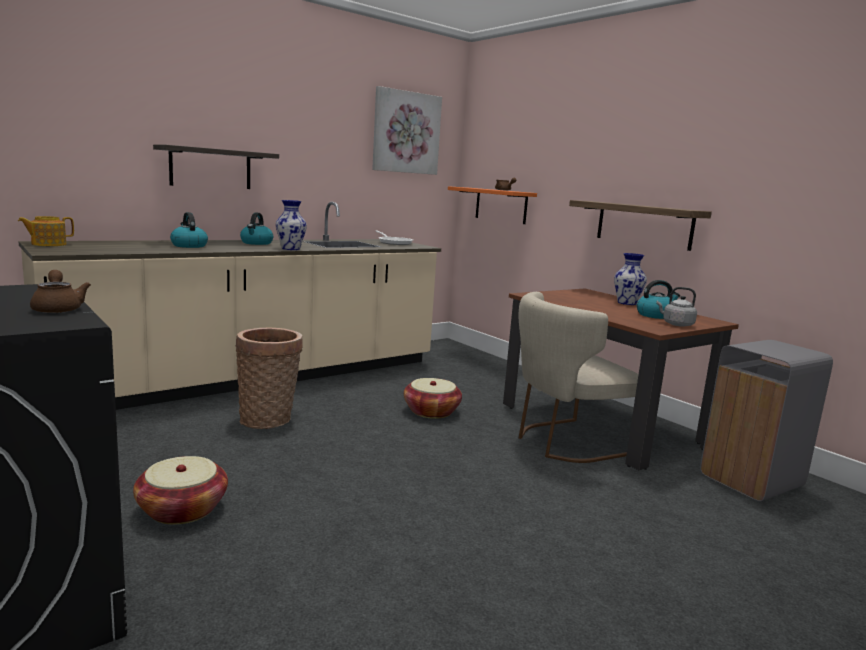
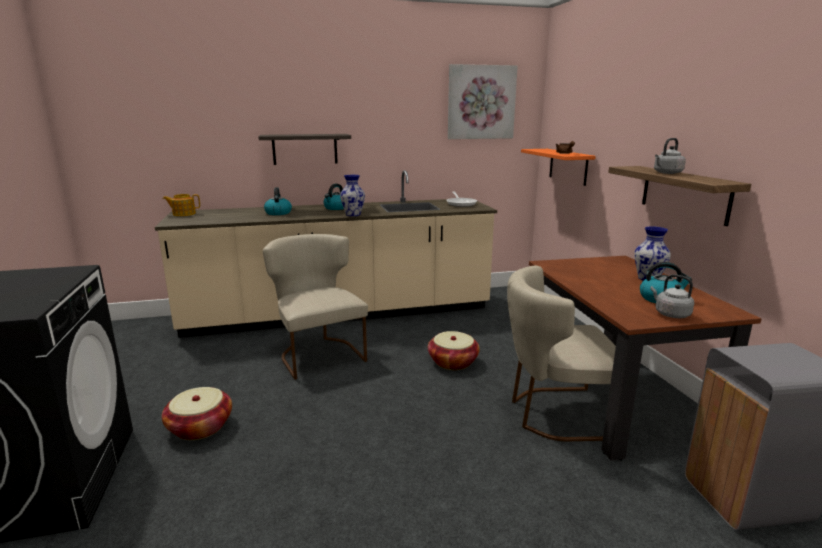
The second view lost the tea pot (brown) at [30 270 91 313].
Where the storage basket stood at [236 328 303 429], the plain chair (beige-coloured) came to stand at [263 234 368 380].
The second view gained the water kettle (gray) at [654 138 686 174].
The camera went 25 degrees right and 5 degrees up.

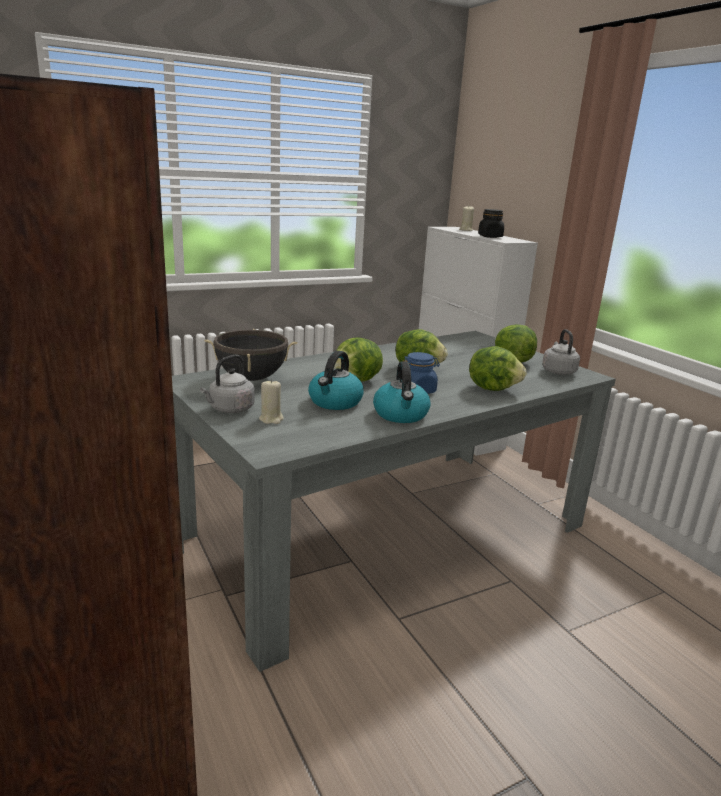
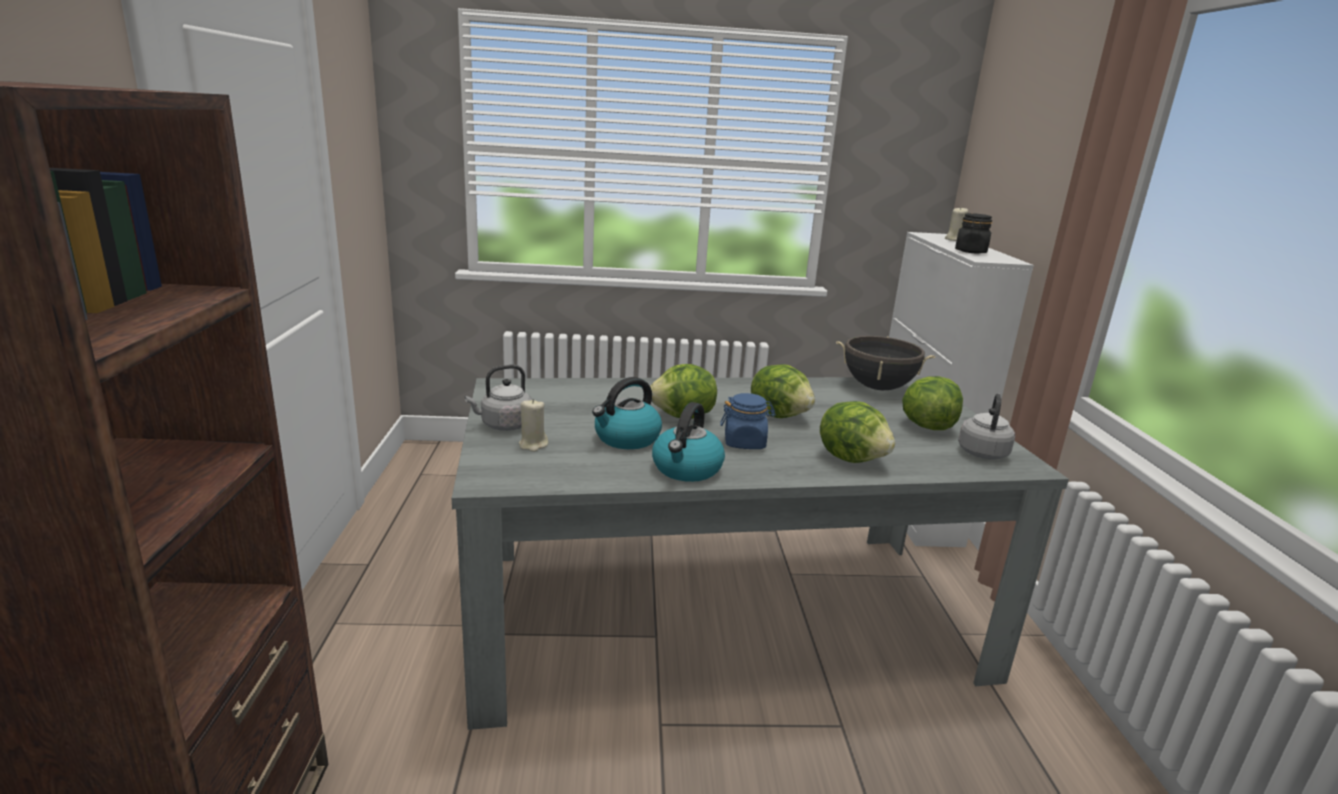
The stockpot (black-coloured) ended up elsewhere, having gone from [204 329 297 381] to [836 336 935 390].
The camera went 25 degrees right and 0 degrees up.

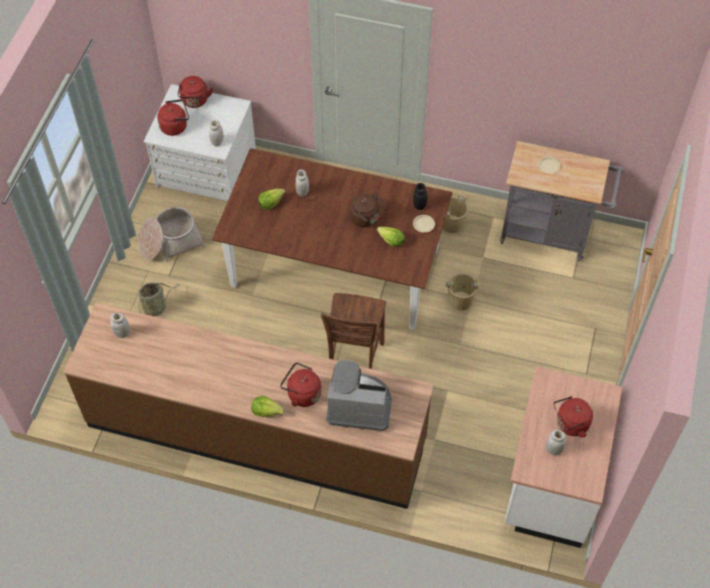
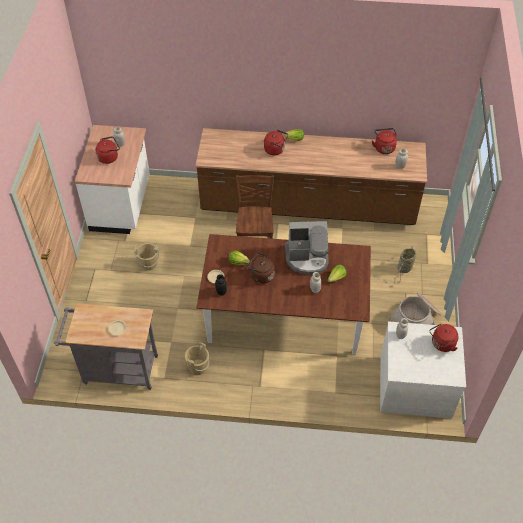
The water kettle (red) ended up elsewhere, having gone from [178 76 213 108] to [372 128 397 154].
The water bucket (beige-coloured) ended up elsewhere, having gone from [446 273 480 311] to [134 243 159 271].
The coffee machine ended up elsewhere, having gone from [326 360 392 431] to [285 221 329 275].
The camera went 170 degrees right and 5 degrees down.

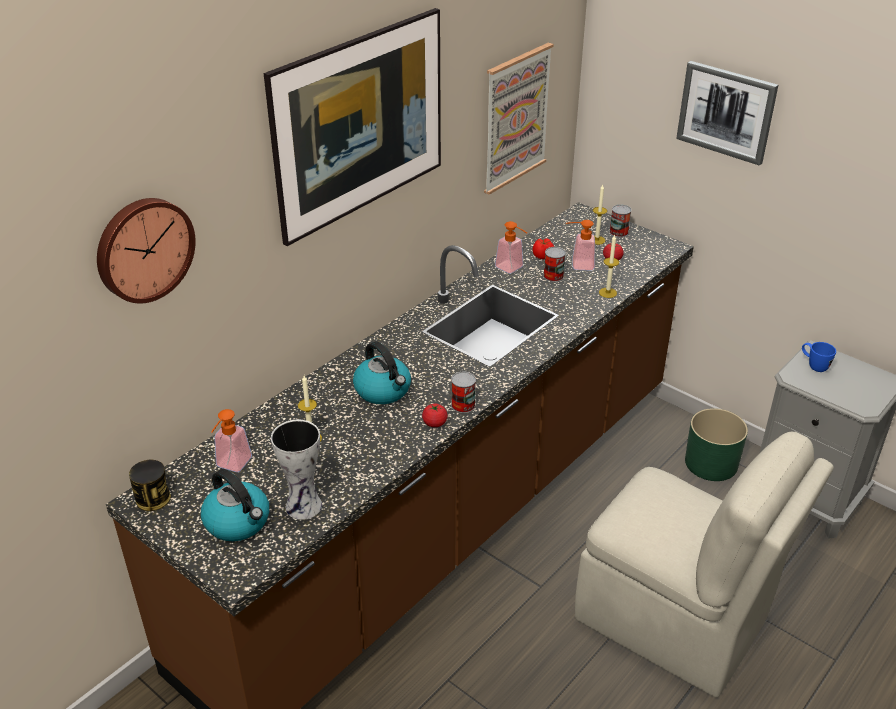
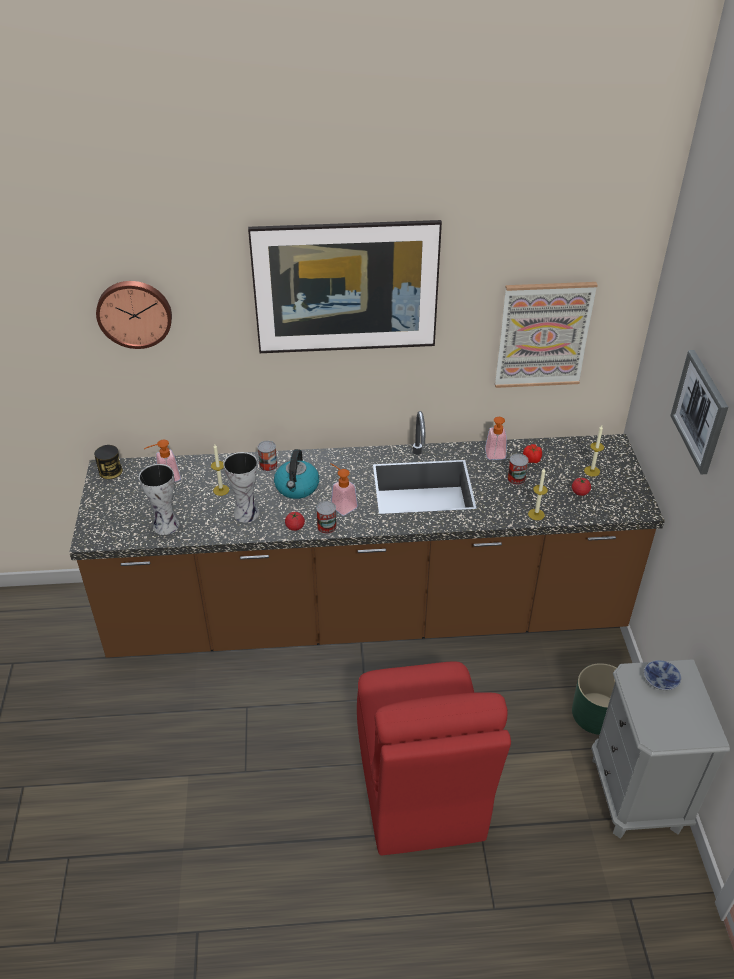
The sealed can ended up elsewhere, having gone from [610 204 632 237] to [258 441 278 472].
The soap dispenser ended up elsewhere, having gone from [566 220 595 271] to [330 463 358 516].
Where the mug (bluish) stood at [802 342 836 372], the bowl came to stand at [644 660 681 690].
What was the plain chair (beige-coloured) at [575 432 834 698] turned into the plain chair (red) at [357 661 511 855].
The second view lost the water kettle at [201 469 269 541].
The second view gained the flower vase at [223 452 259 523].
The camera went 45 degrees right and 5 degrees up.

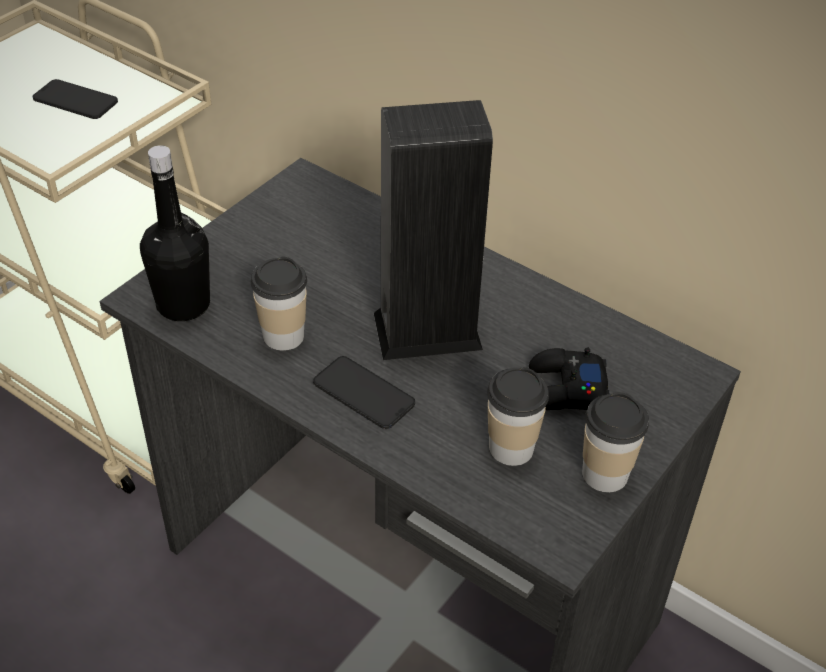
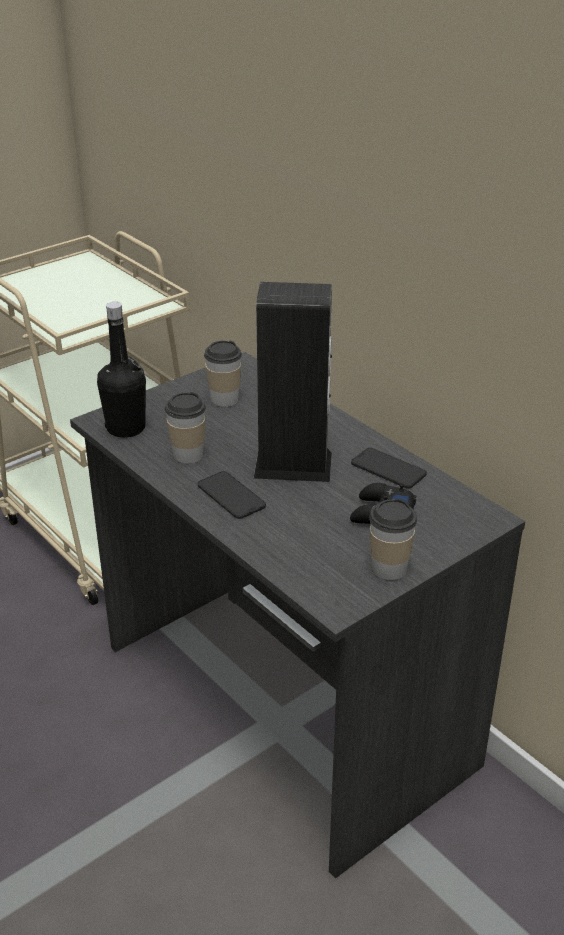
The handset ended up elsewhere, having gone from [33 79 118 119] to [351 448 427 488].
The drinking cup ended up elsewhere, having gone from [487 367 549 466] to [204 341 242 407].
The camera went 15 degrees right and 10 degrees down.

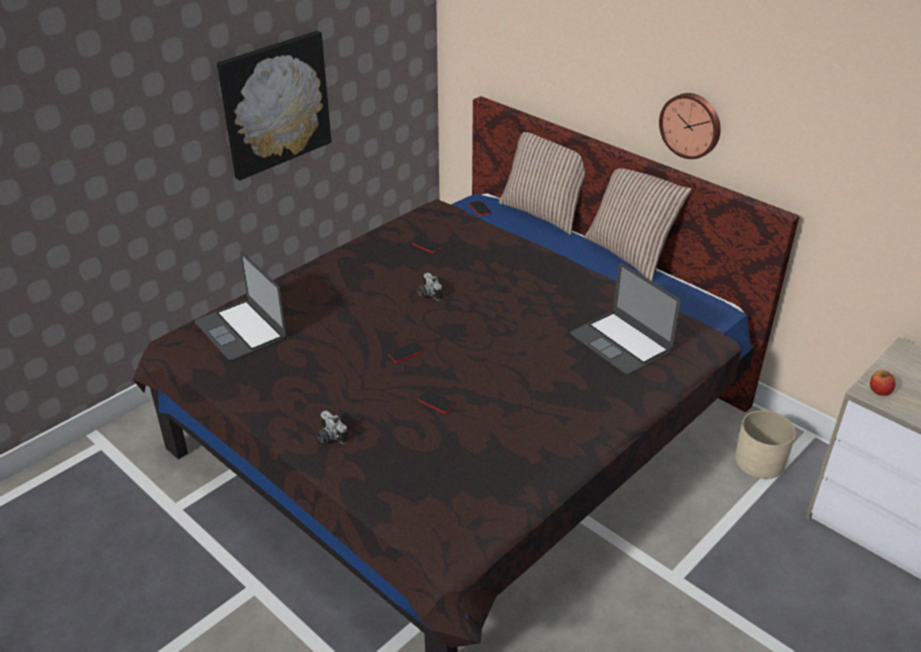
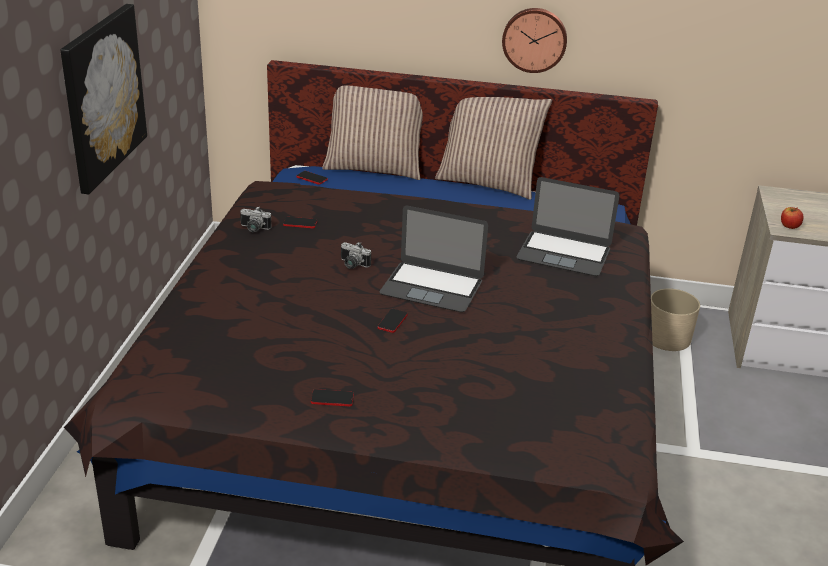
The portable computer ended up elsewhere, having gone from [194 251 286 360] to [380 206 488 312].
The handset ended up elsewhere, having gone from [418 390 456 414] to [311 389 354 406].
The still camera ended up elsewhere, having gone from [317 411 348 444] to [240 206 271 232].
The camera went 35 degrees left and 5 degrees down.

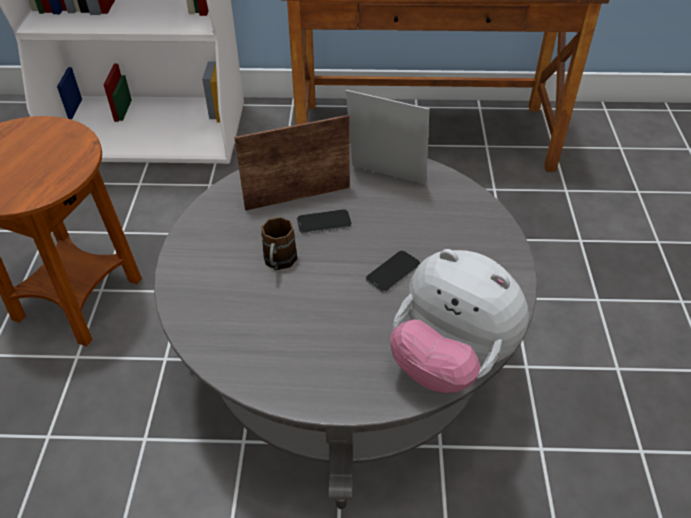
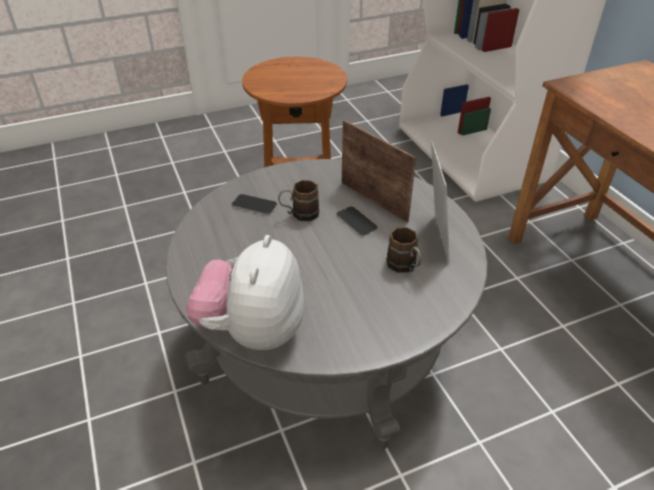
The handset ended up elsewhere, having gone from [366 251 420 293] to [232 194 277 215].
The second view gained the mug (brown) at [387 227 421 273].
The camera went 65 degrees right and 5 degrees down.

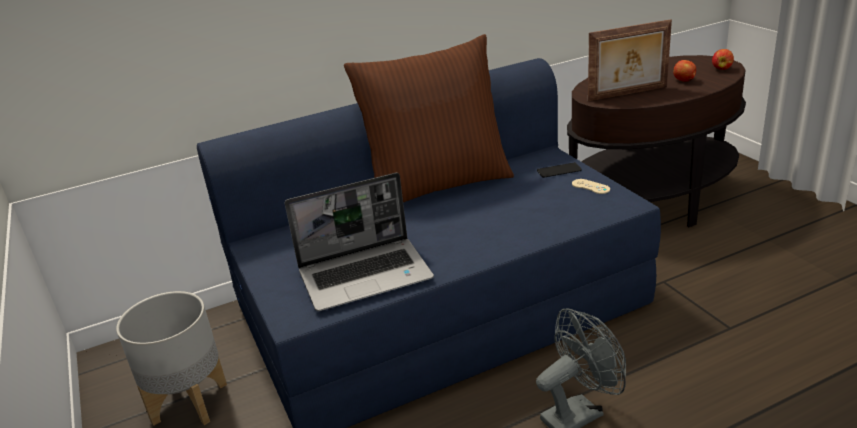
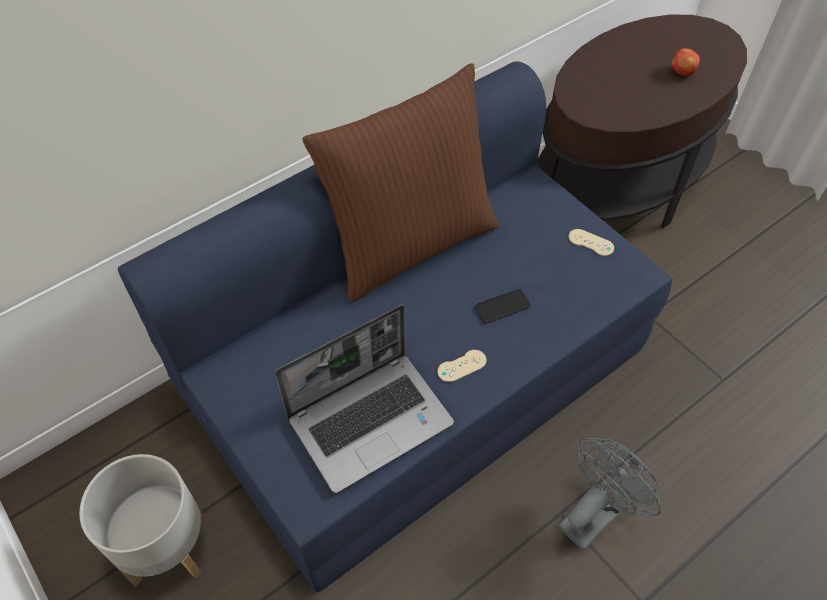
The second view lost the picture frame at [588 19 672 101].
The second view lost the apple fruit at [712 49 734 70].
The handset ended up elsewhere, having gone from [537 162 582 178] to [474 289 531 324].
The second view gained the game controller (beige-coloured) at [437 350 486 382].
The camera went 15 degrees left and 25 degrees up.

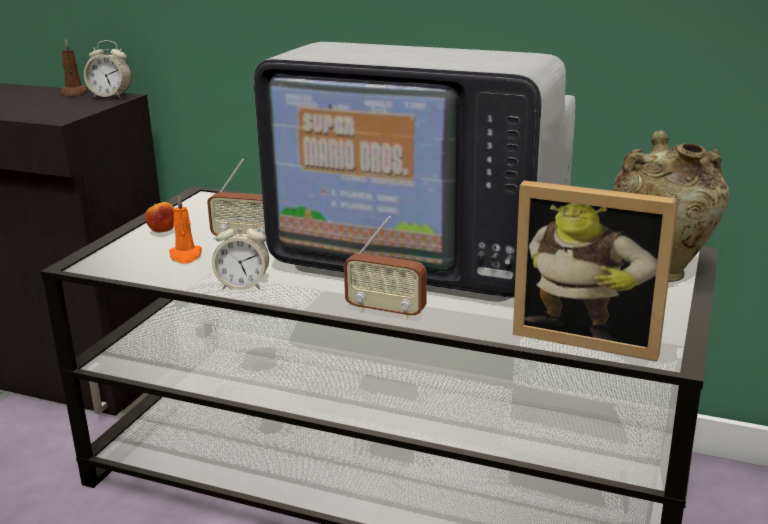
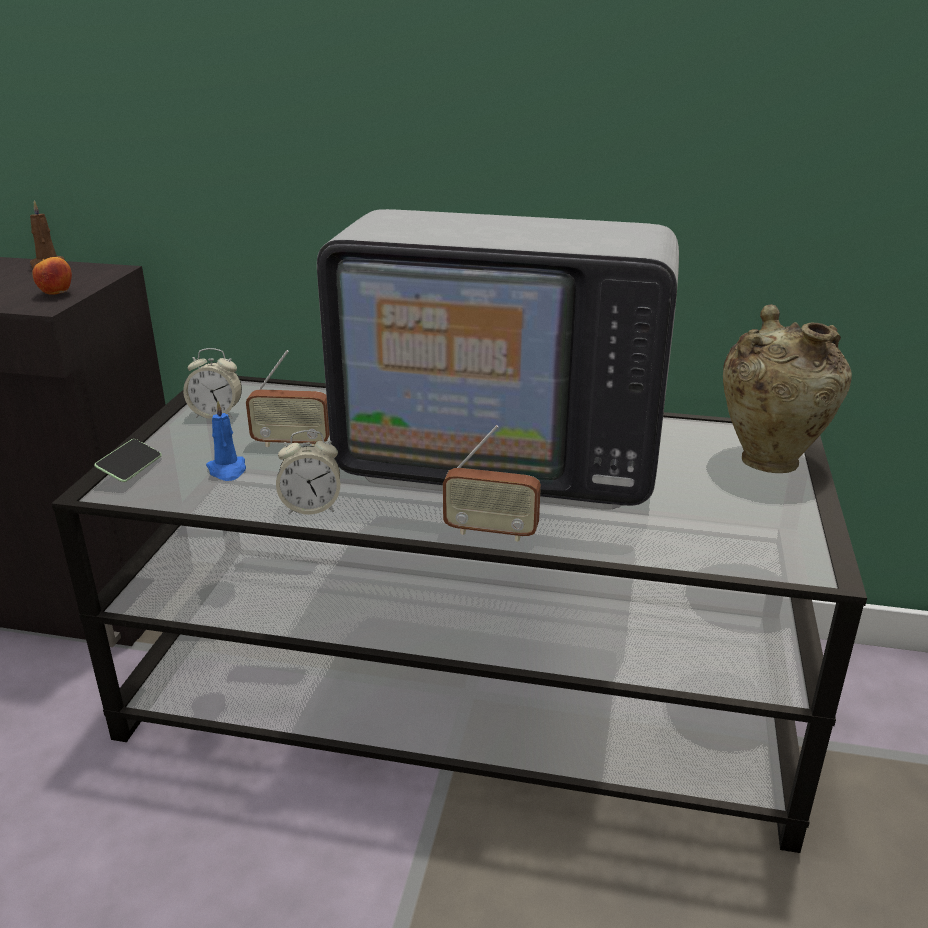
The bedside clock ended up elsewhere, having gone from [84 40 132 99] to [183 348 242 419].
The second view lost the picture frame at [513 180 678 361].
What was the wax light (orangey) at [169 196 202 263] turned into the wax light (bluish) at [206 401 246 481].
The apple fruit ended up elsewhere, having gone from [145 202 175 233] to [32 257 72 295].
The second view gained the handset at [94 439 162 482].
The camera went 10 degrees left and 5 degrees up.

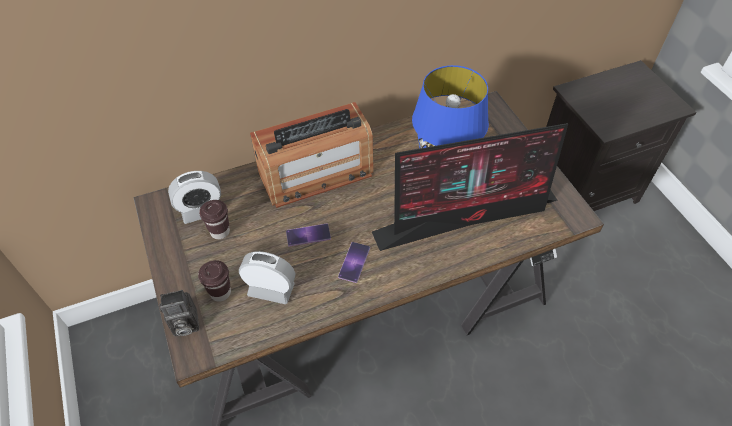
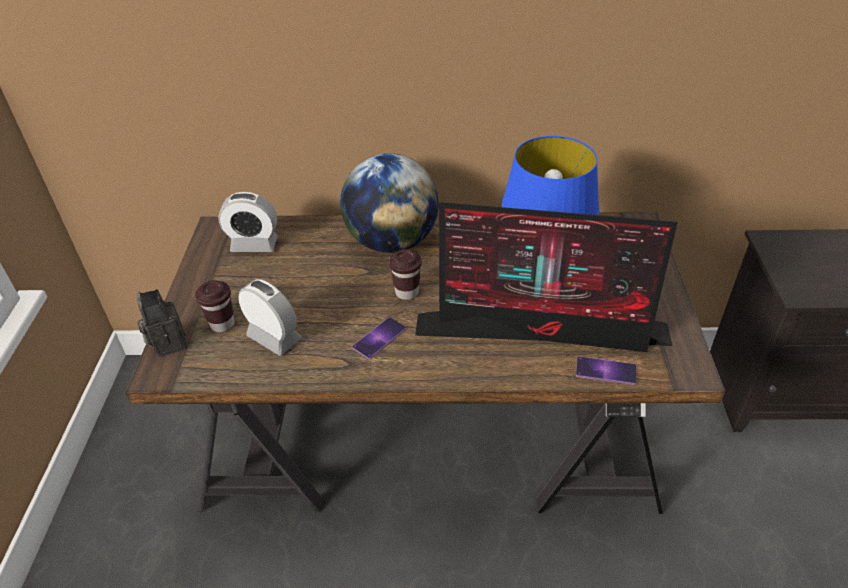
Where the radio receiver stood at [250 102 373 208], the world globe came to stand at [340 153 439 253].
The drinking cup (brown) ended up elsewhere, having gone from [199 200 230 239] to [389 249 422 300].
The handset ended up elsewhere, having gone from [286 224 331 246] to [576 356 636 385].
The still camera at [159 290 199 336] ended up facing another way, 60 degrees clockwise from before.
The camera went 25 degrees right and 10 degrees down.

